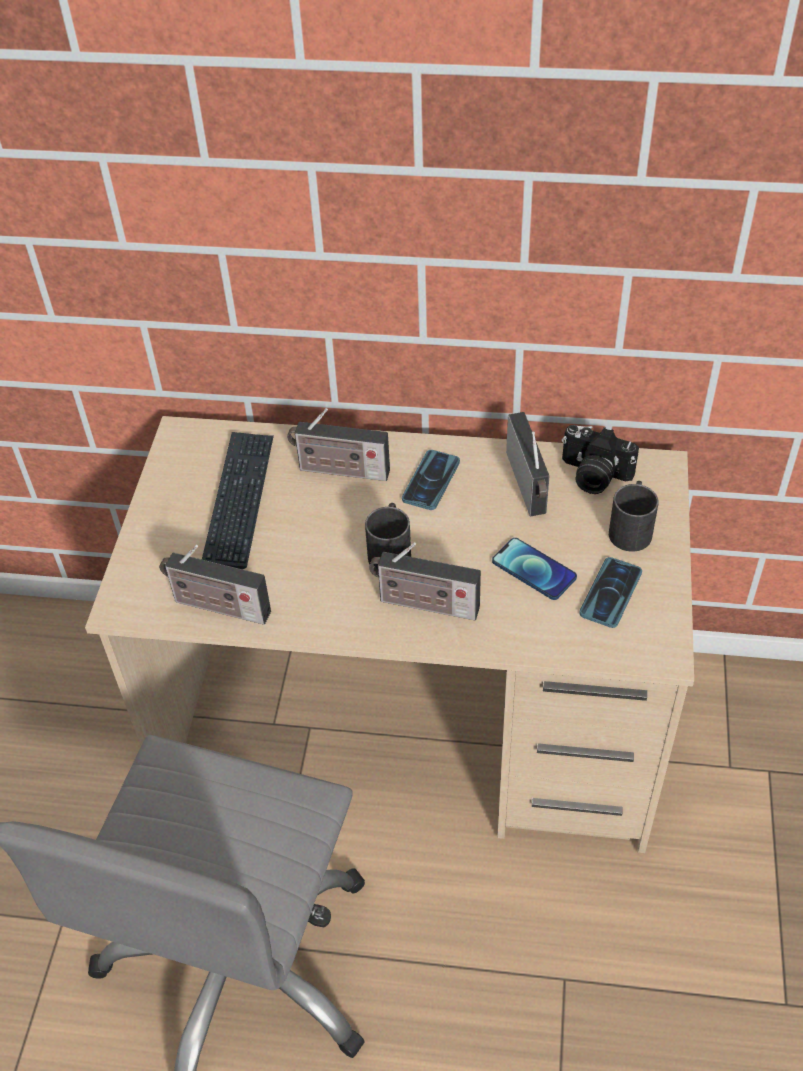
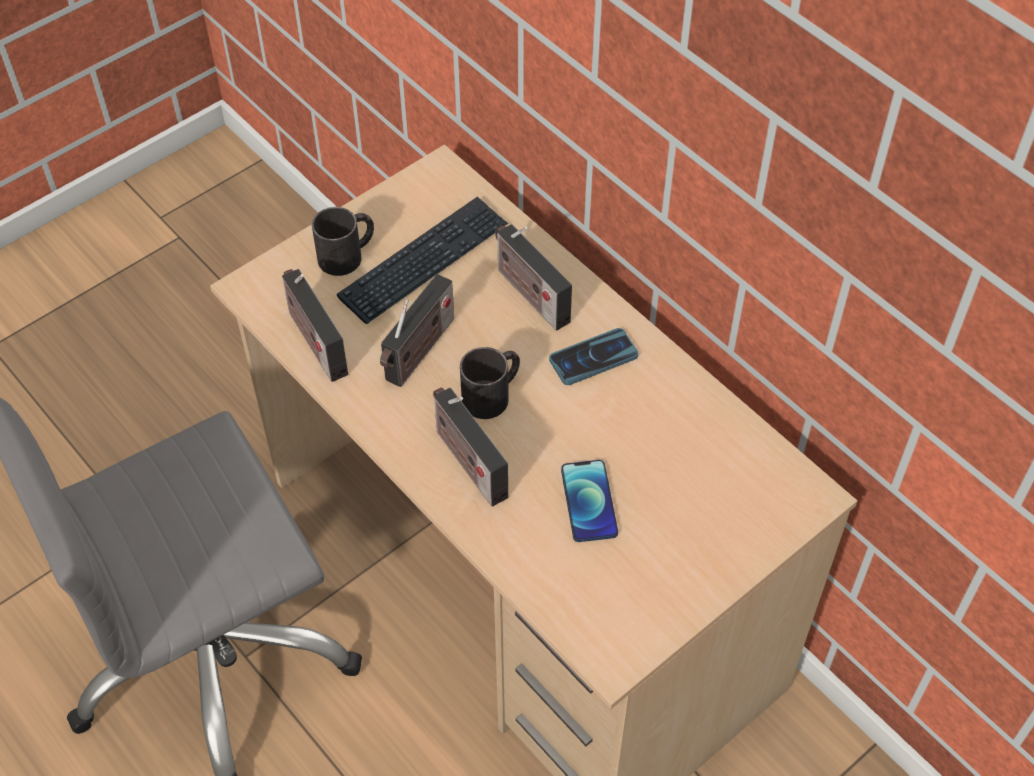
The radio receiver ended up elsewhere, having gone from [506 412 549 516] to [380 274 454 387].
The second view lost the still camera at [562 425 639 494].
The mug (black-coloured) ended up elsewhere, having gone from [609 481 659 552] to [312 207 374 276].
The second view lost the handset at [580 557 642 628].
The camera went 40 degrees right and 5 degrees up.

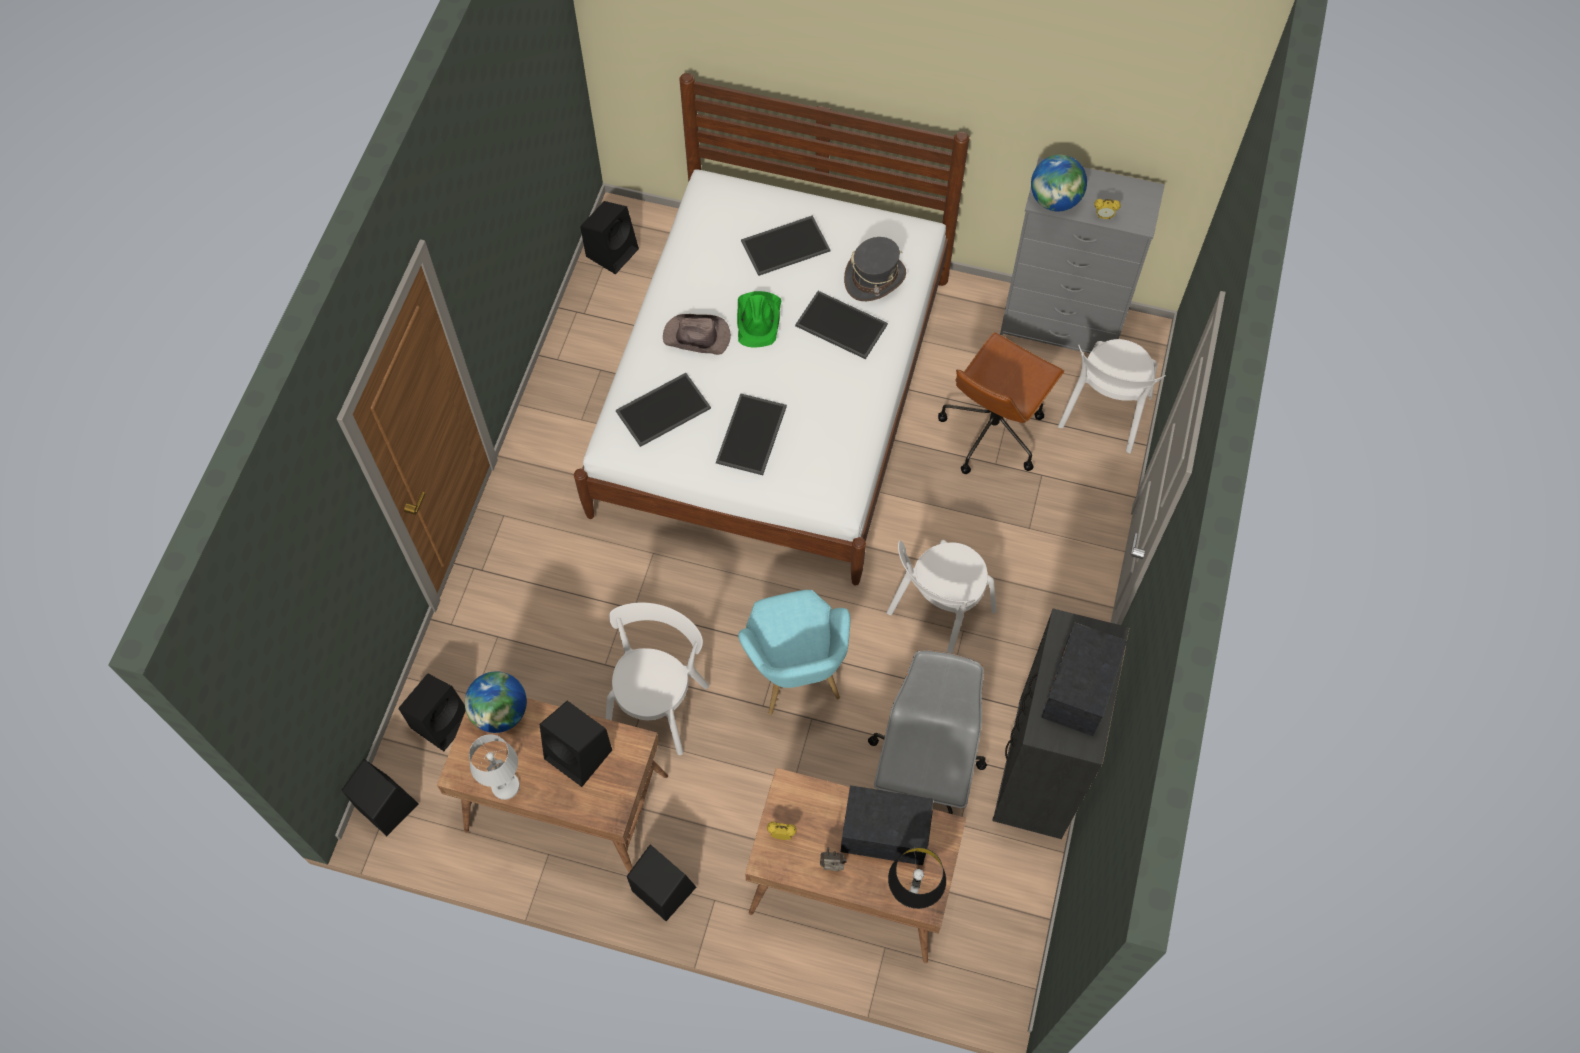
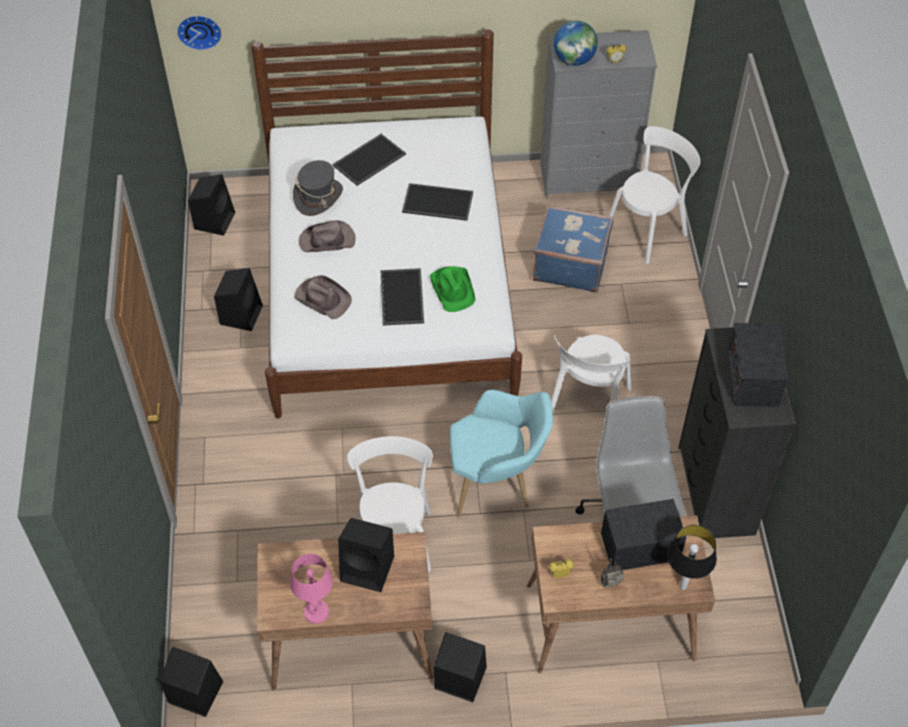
The wearable hat (gray) ended up elsewhere, having gone from [844 237 906 301] to [293 160 343 216].
The wearable hat (green) ended up elsewhere, having gone from [737 291 781 347] to [430 266 475 312].
Where the desk chair (brown) stood at [938 332 1064 474], the suitcase (bluish) came to stand at [533 205 613 292].
The plain chair (white-coloured) at [1058 339 1166 453] ended up facing another way, 135 degrees counterclockwise from before.
Where the tray stood at [616 373 711 447], the wearable hat (brown) came to stand at [294 275 352 319].
The armchair (blue-green) at [738 590 850 715] ended up facing another way, 60 degrees counterclockwise from before.
The second view lost the world globe at [465 671 527 733].
The speaker (black-coloured) ended up elsewhere, having gone from [399 674 466 751] to [214 268 263 331].
What was the lamp for a table (white-coloured) at [469 734 520 800] turned into the lamp for a table (pink) at [290 554 333 624].
The second view gained the clock on the wall at [177 15 222 50].
The camera went 20 degrees left and 10 degrees down.

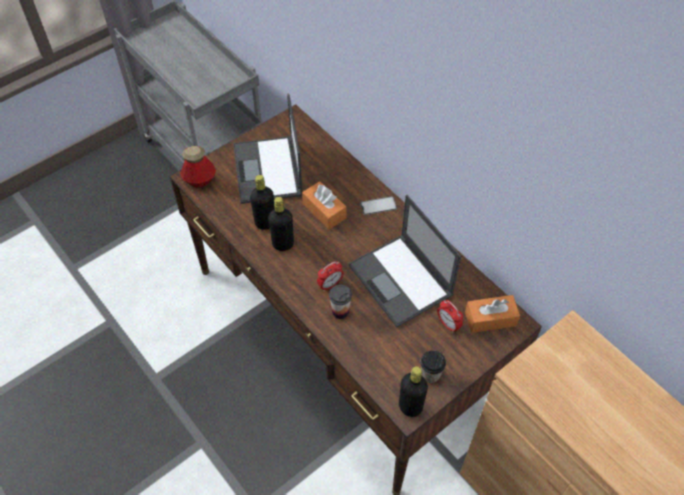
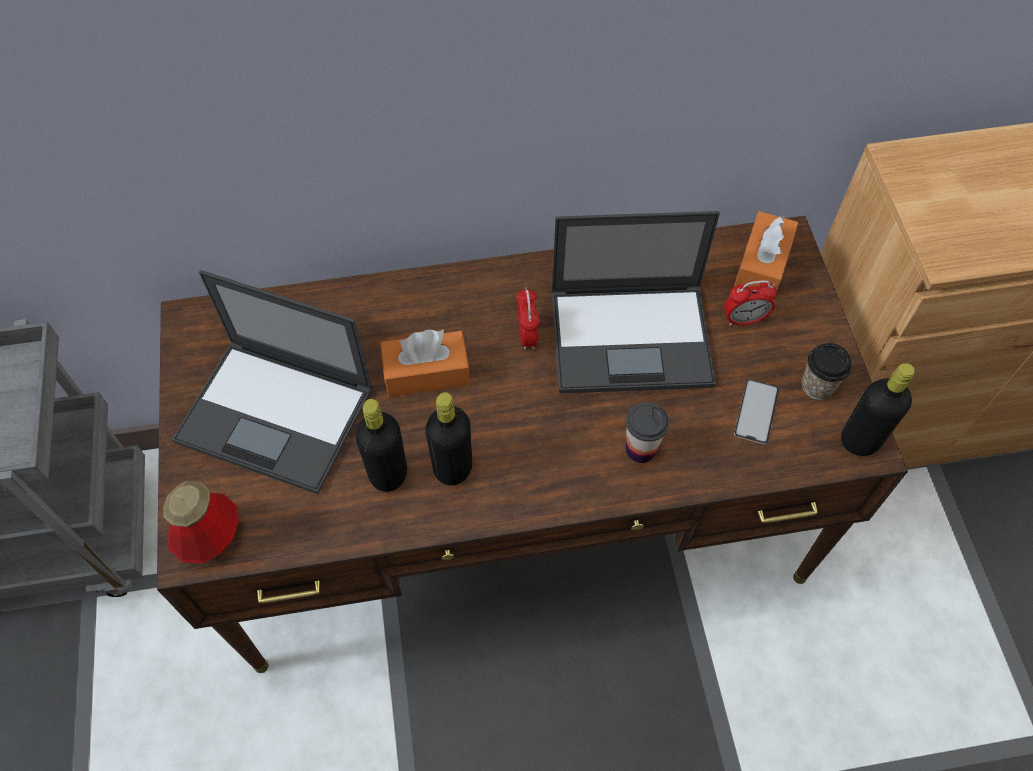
The handset ended up elsewhere, having gone from [360 196 397 215] to [734 379 779 444].
The bedside clock ended up elsewhere, having gone from [317 261 344 292] to [516 287 540 350].
The camera went 60 degrees left and 5 degrees up.

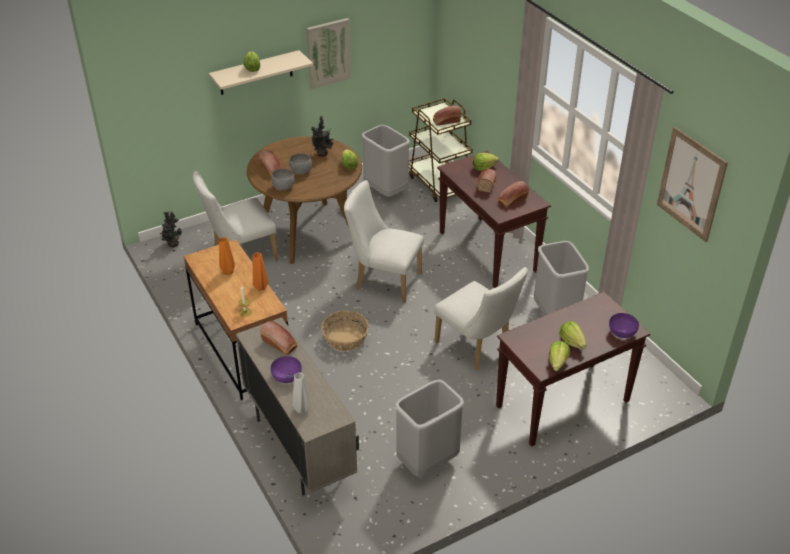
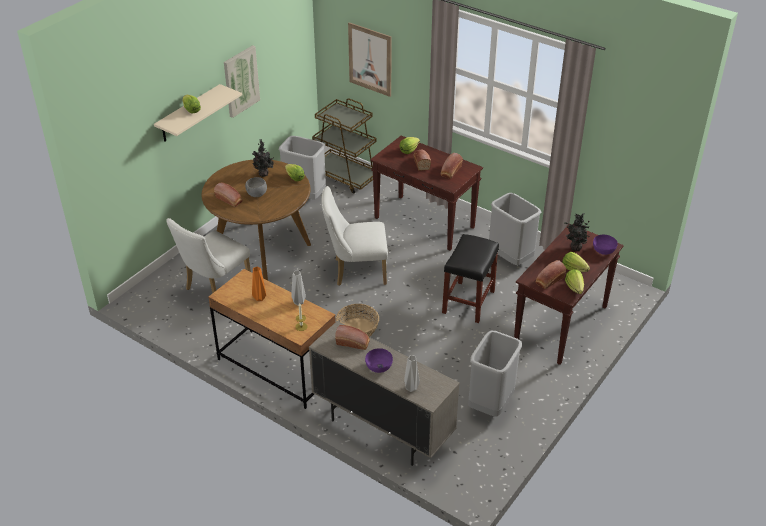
The baked bread ended up elsewhere, having gone from [433 105 461 126] to [536 260 566 289].
The picture ended up elsewhere, having gone from [657 127 728 242] to [348 22 392 97].
The second view lost the bowl (gray) at [271 169 295 190].
The plant in a pot ended up elsewhere, having gone from [160 211 182 248] to [564 213 590 251].
What was the flower vase (orangey) at [253 252 268 291] turned into the flower vase (gray) at [291 271 306 306].
Where the plain chair (white-coloured) stood at [434 267 528 371], the sitting stool (black-coloured) came to stand at [442 234 499 323].
The camera went 25 degrees left and 0 degrees up.

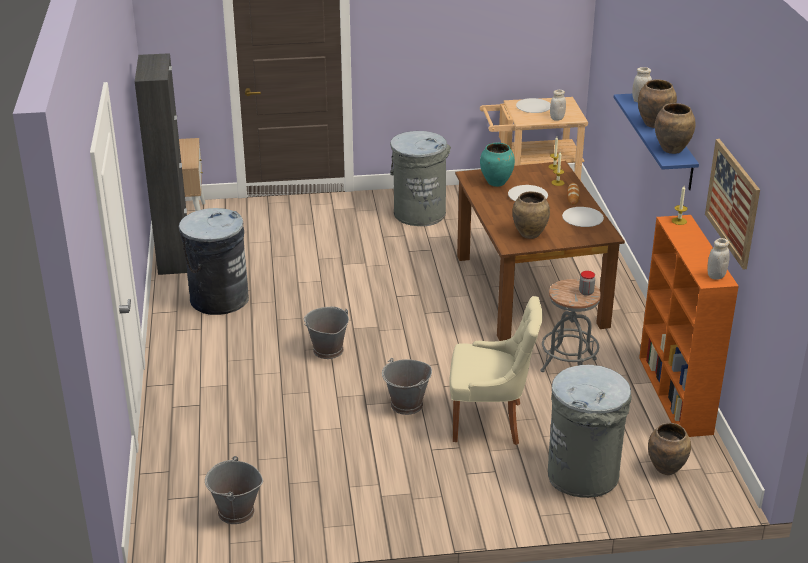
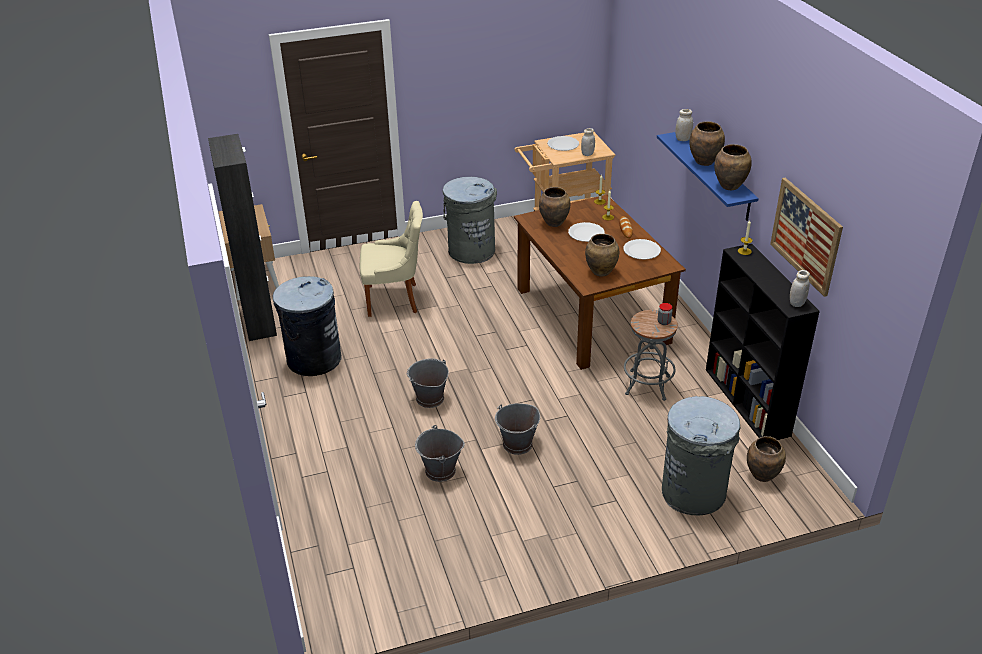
What was the flower vase (blue-green) at [480 143 515 187] turned into the flower vase (brown) at [539 187 570 227].
What was the bookcase (orangey) at [639 215 739 437] turned into the bookcase (black-coloured) at [706 244 820 440].
The plain chair (beige-coloured) ended up elsewhere, having gone from [449 296 542 445] to [360 201 423 317].
The water bucket (gray) ended up elsewhere, having gone from [205 456 263 524] to [415 425 465 482].
The camera went 10 degrees left and 5 degrees up.

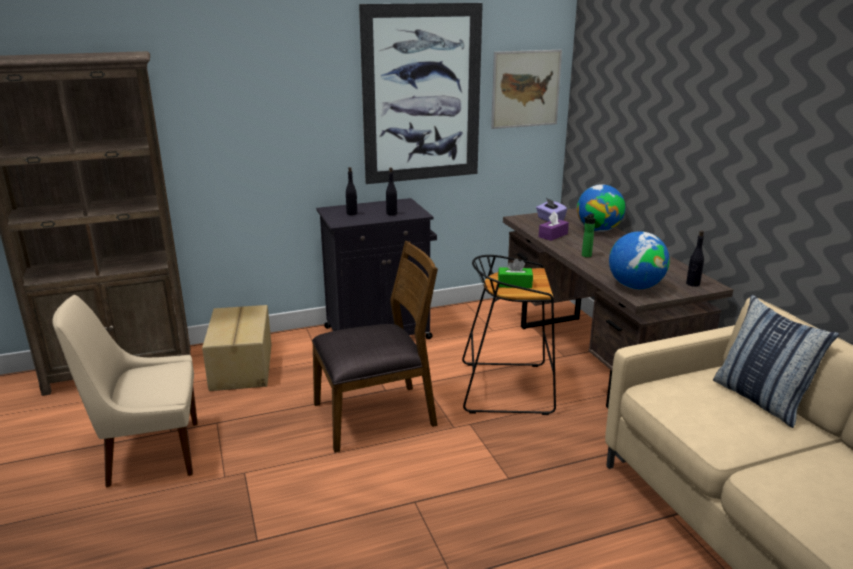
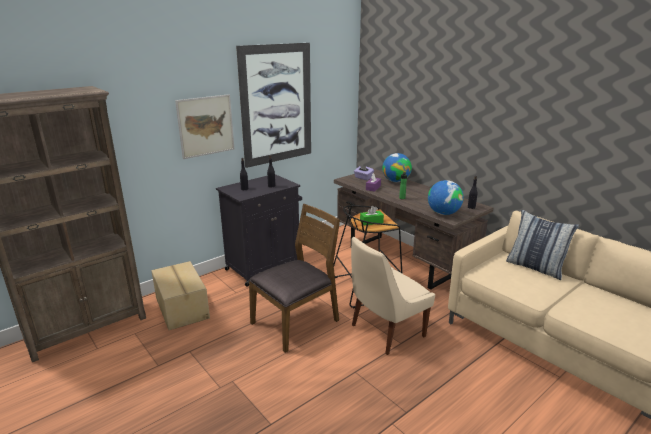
The picture ended up elsewhere, having gone from [491 50 562 129] to [175 94 234 159].
The plain chair (beige-coloured) ended up elsewhere, having gone from [52 295 198 488] to [351 237 435 355].
The camera went 20 degrees left and 0 degrees up.

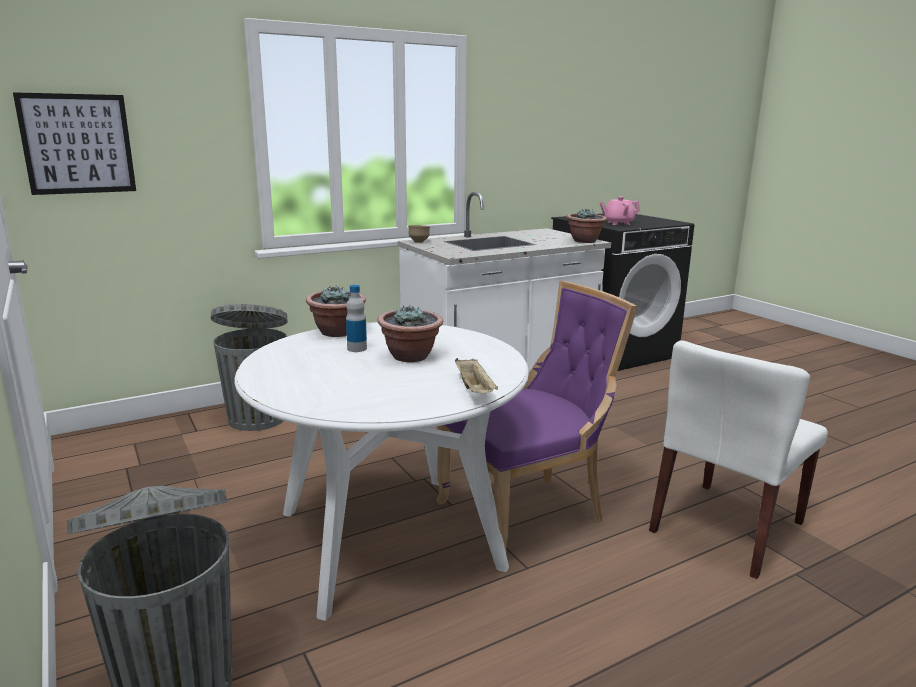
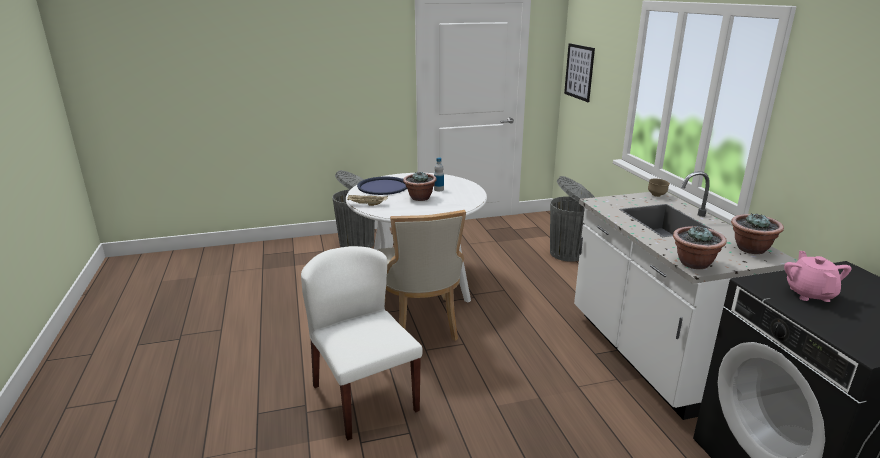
What was the plain chair (purplish) at [436 281 637 564] turned into the plain chair (beige-coloured) at [378 210 466 341].
The plant in a pot ended up elsewhere, having gone from [306 285 366 337] to [731 213 784 254].
The second view gained the tray (bluish) at [357 176 407 195].
The camera went 105 degrees right and 5 degrees up.

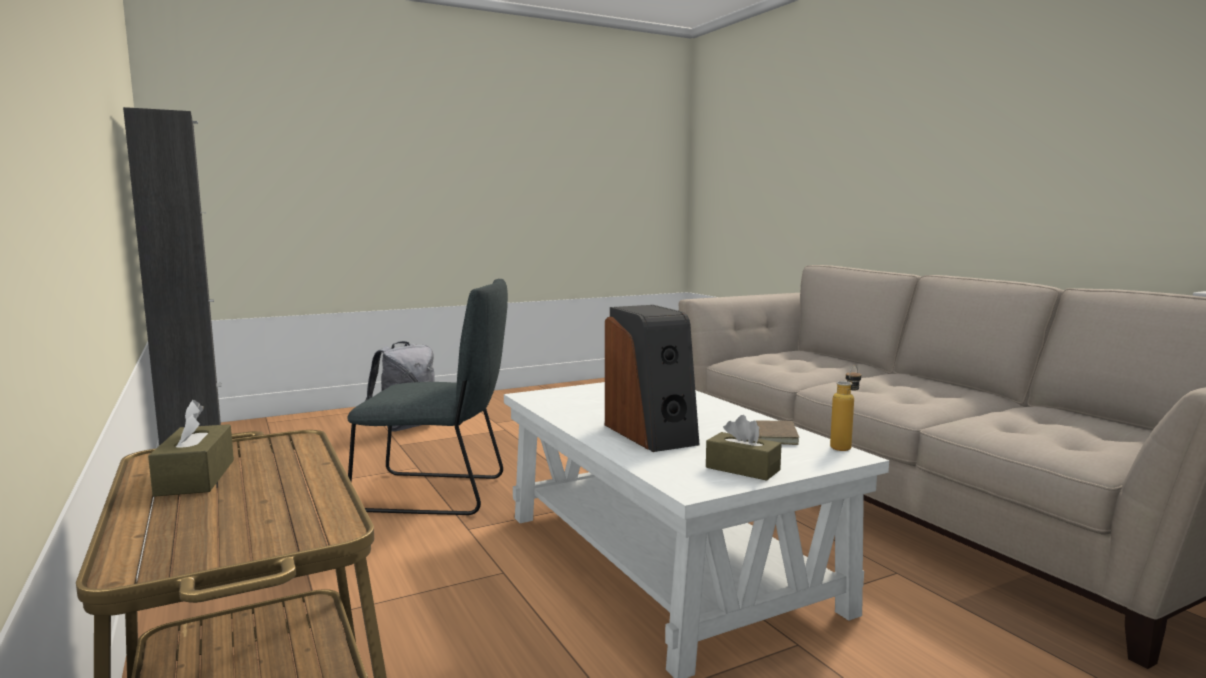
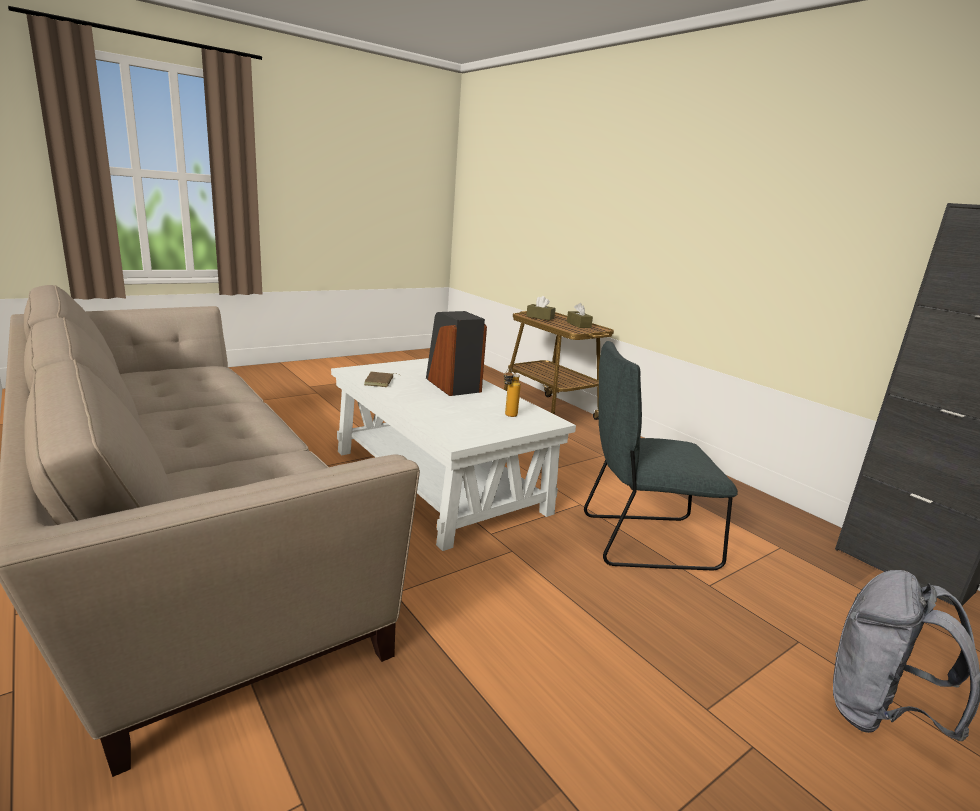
The beverage bottle ended up elsewhere, having gone from [830 365 861 451] to [504 368 521 417].
The tissue box (brown) ended up elsewhere, having gone from [706 415 782 481] to [526 296 556 321].
The camera went 170 degrees right and 10 degrees up.

